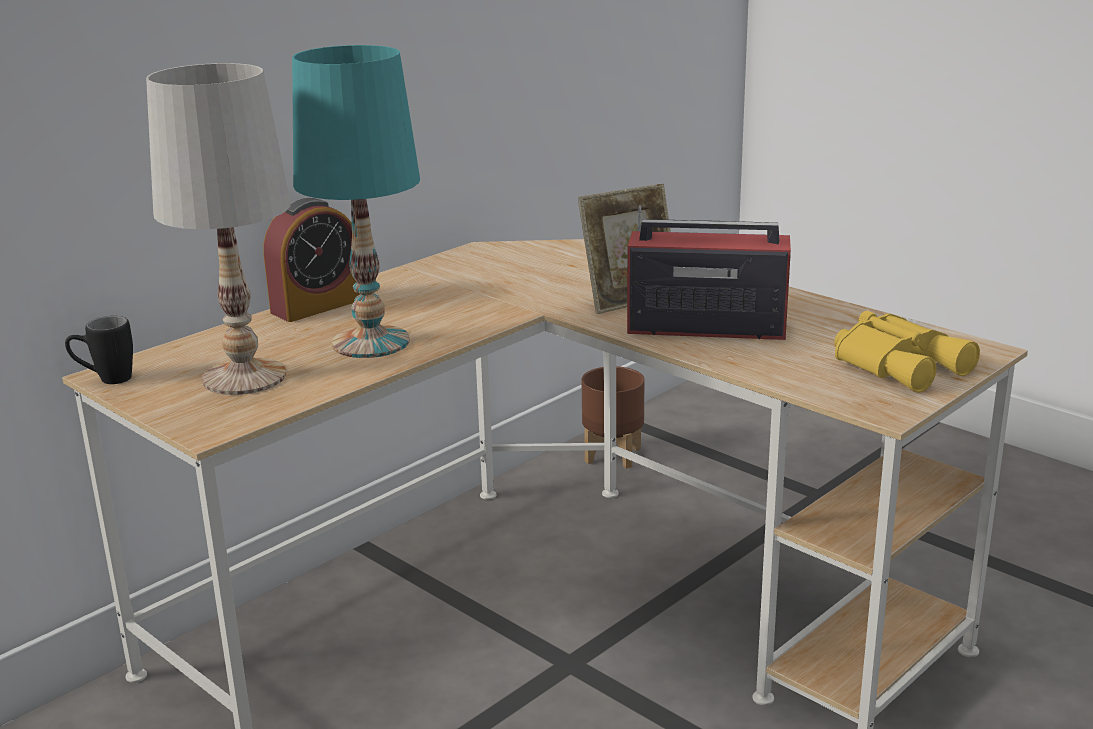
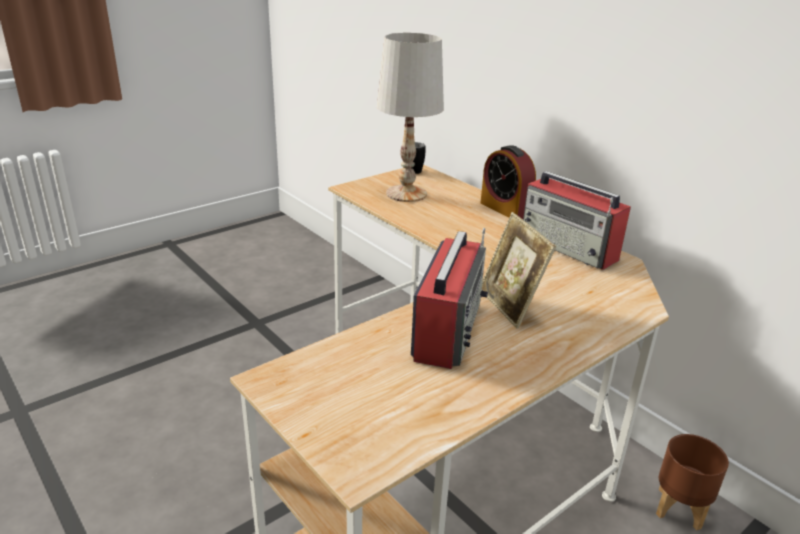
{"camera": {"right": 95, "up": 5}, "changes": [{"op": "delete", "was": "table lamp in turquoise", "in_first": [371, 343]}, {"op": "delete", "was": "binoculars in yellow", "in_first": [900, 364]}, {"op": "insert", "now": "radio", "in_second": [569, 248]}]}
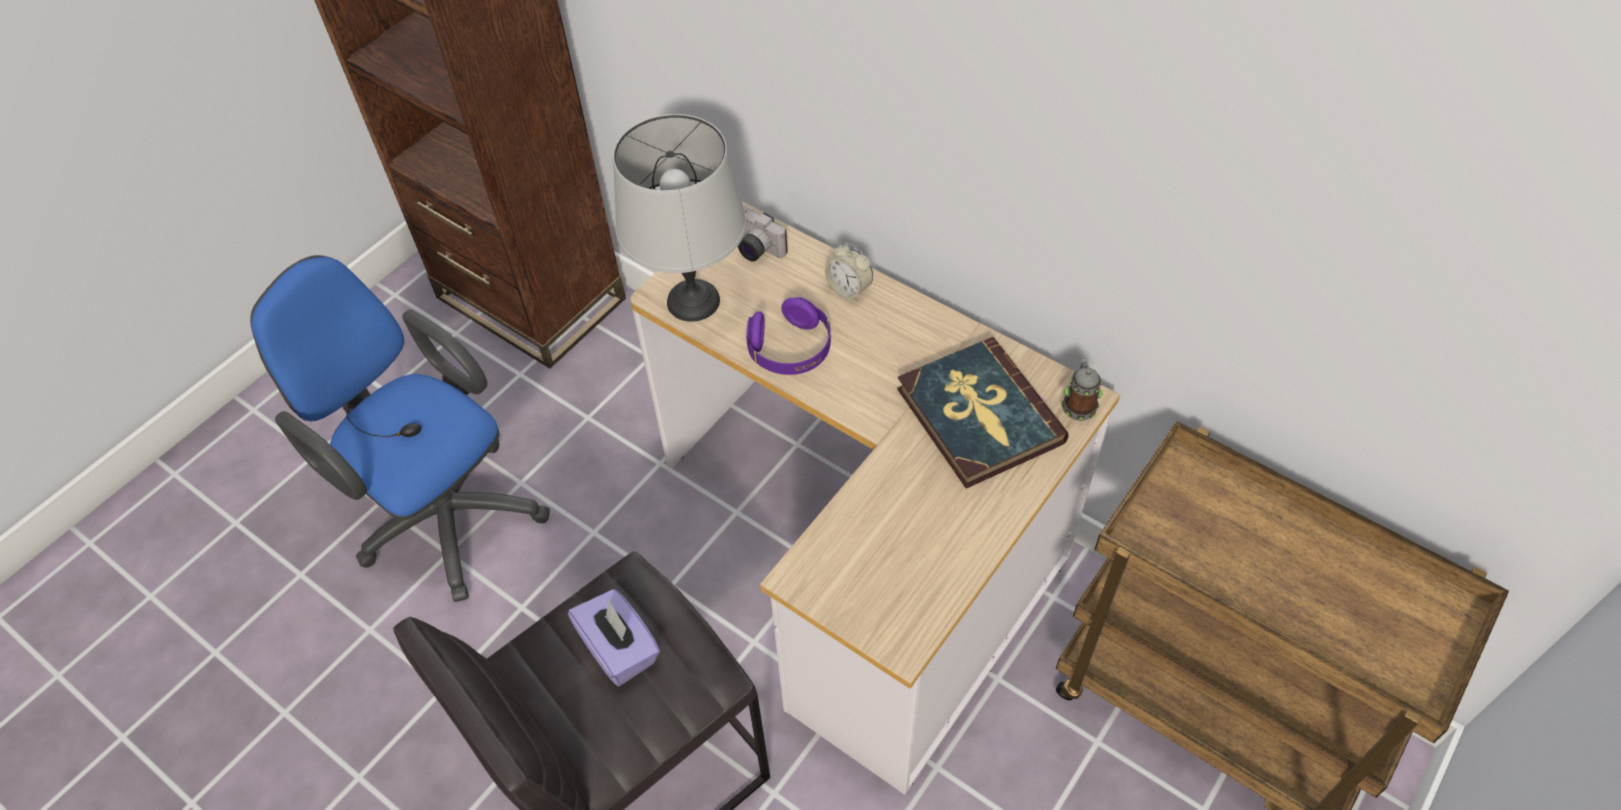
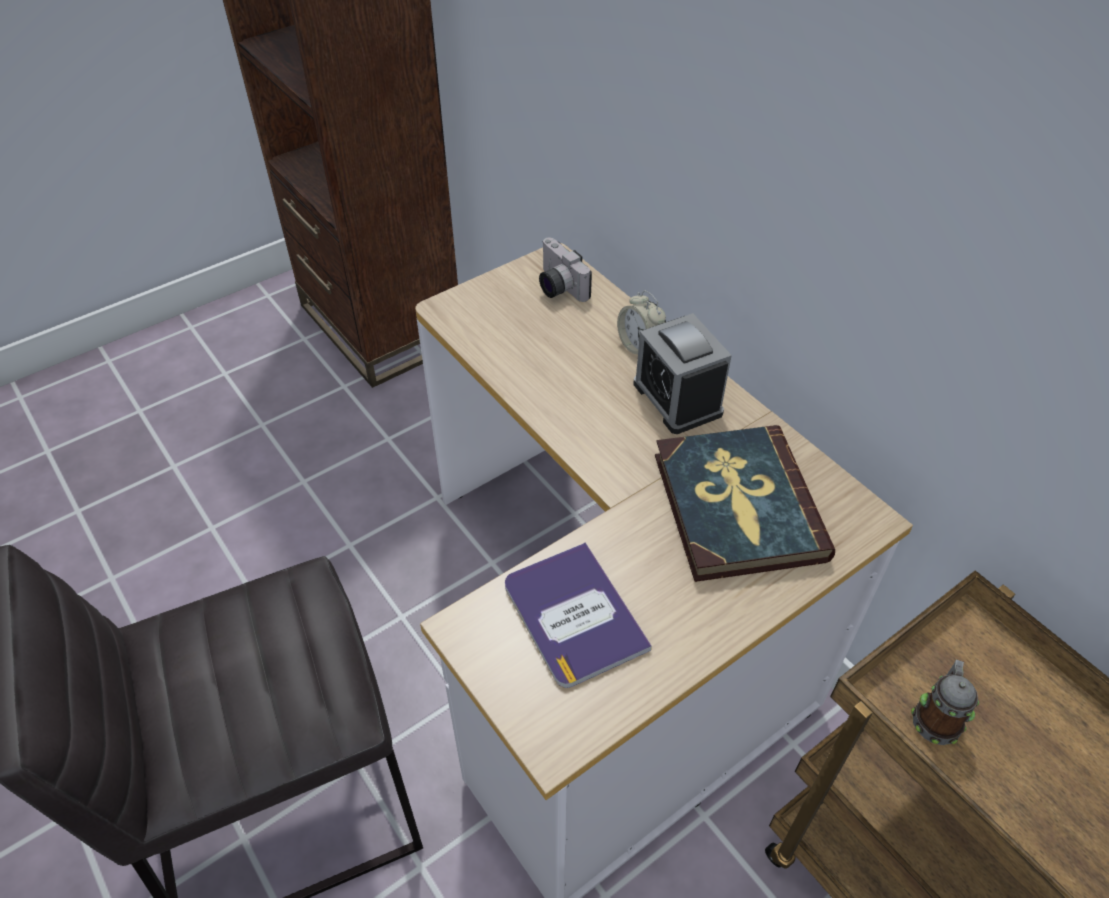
{"camera": {"right": 15, "up": -5}, "changes": [{"op": "delete", "was": "office chair in blue", "in_first": [444, 511]}, {"op": "delete", "was": "tissue box in purple", "in_first": [620, 649]}, {"op": "delete", "was": "table lamp in grey", "in_first": [692, 302]}, {"op": "delete", "was": "headphones in purple", "in_first": [790, 350]}, {"op": "move", "was": "mug", "in_first": [1079, 403], "in_second": [937, 717]}, {"op": "insert", "now": "book", "in_second": [574, 615]}, {"op": "insert", "now": "alarm clock", "in_second": [677, 398]}]}
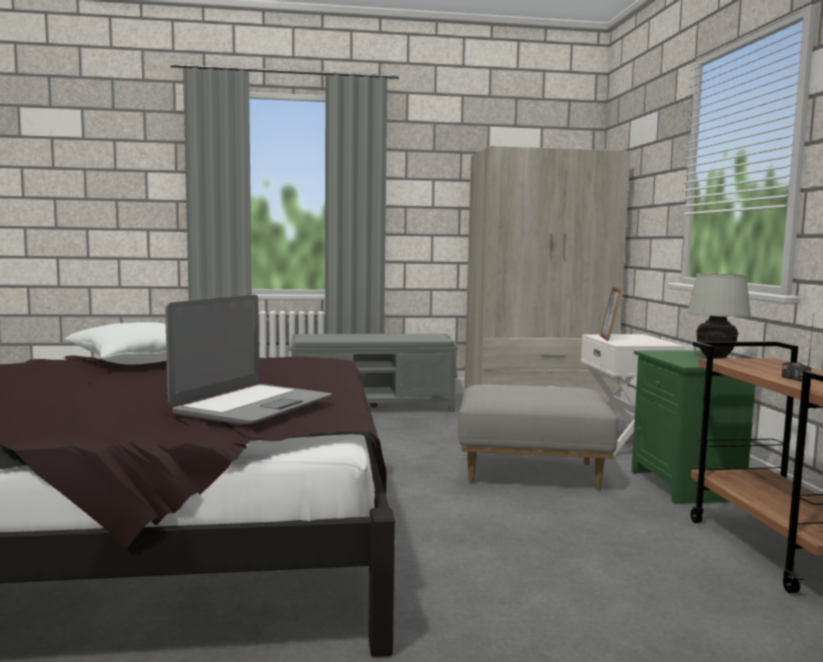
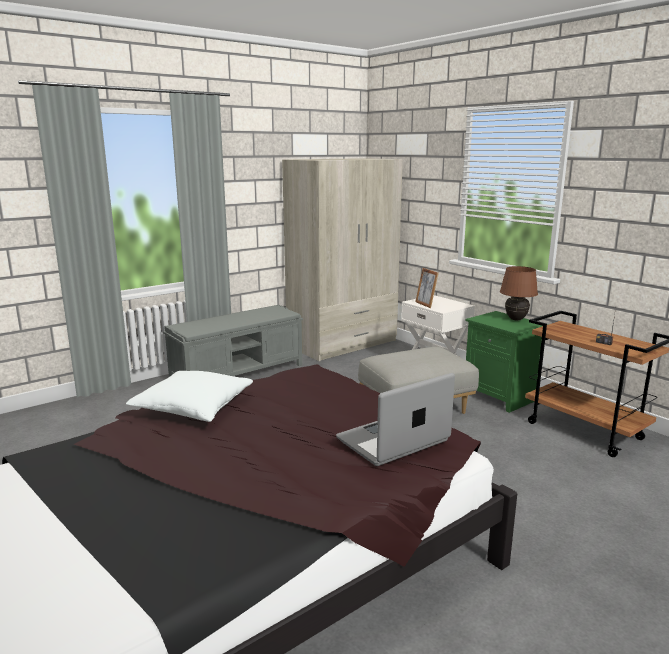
{"camera": {"right": -30, "up": 10}, "changes": [{"op": "rotate", "was": "laptop", "in_first": [252, 406], "in_second": [393, 441], "clockwise": -120}, {"op": "recolor", "was": "table lamp in white", "now": "table lamp in brown", "in_first": [714, 358], "in_second": [516, 319]}]}
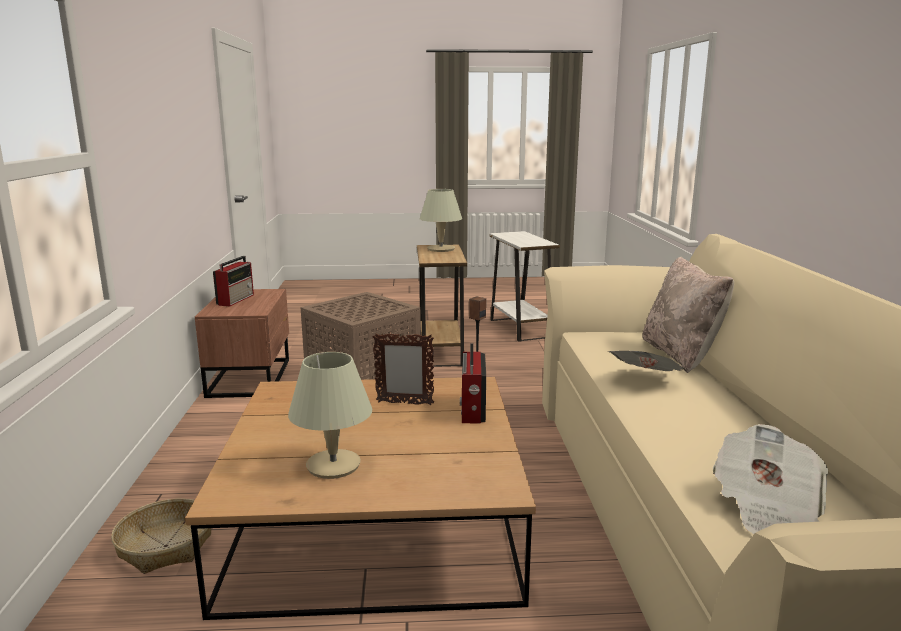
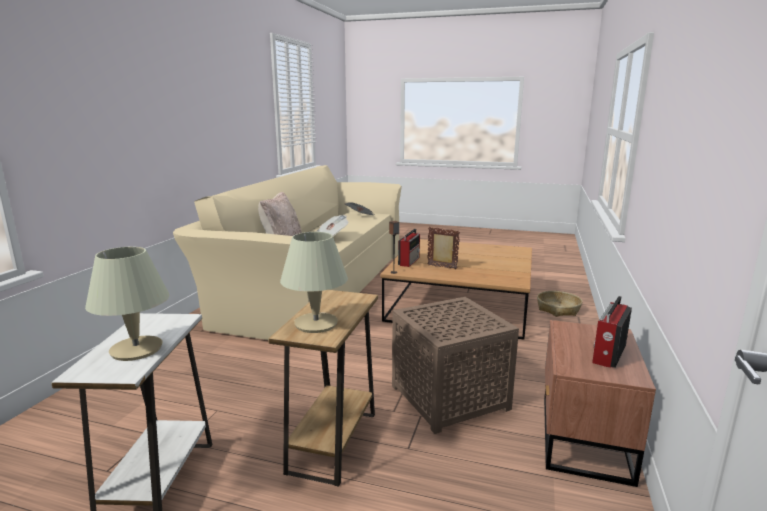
{"camera": {"right": -160, "up": 0}, "changes": [{"op": "move", "was": "table lamp in beige", "in_first": [334, 465], "in_second": [136, 349]}]}
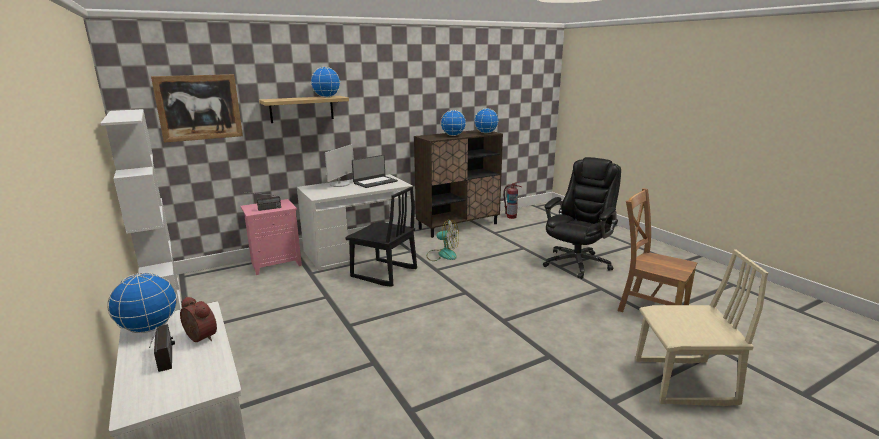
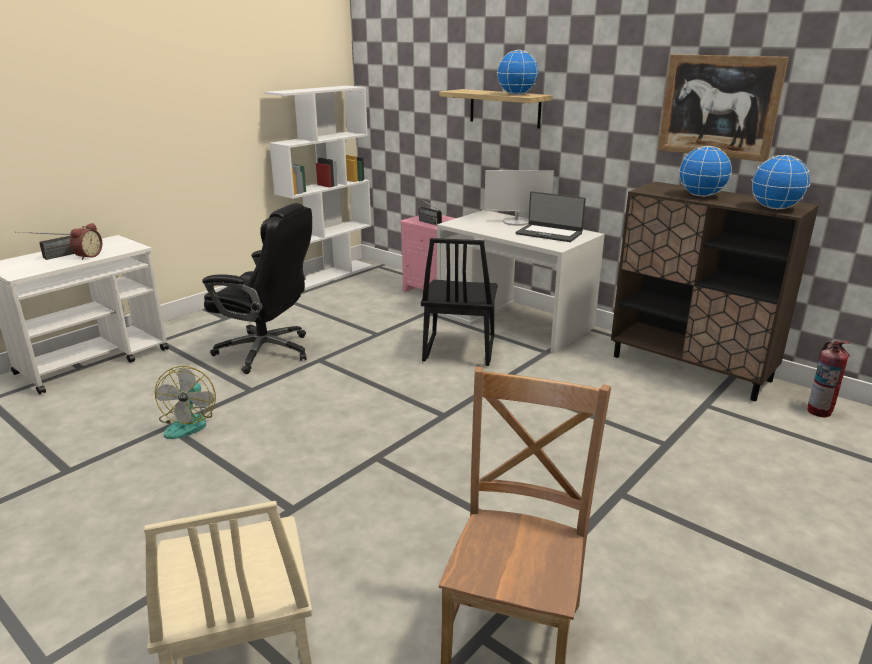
{"camera": {"right": 70, "up": 5}, "changes": [{"op": "delete", "was": "globe", "in_first": [150, 328]}, {"op": "move", "was": "picture", "in_first": [199, 107], "in_second": [718, 106]}, {"op": "move", "was": "fan", "in_first": [442, 254], "in_second": [189, 423]}, {"op": "move", "was": "office chair in black", "in_first": [577, 263], "in_second": [267, 351]}]}
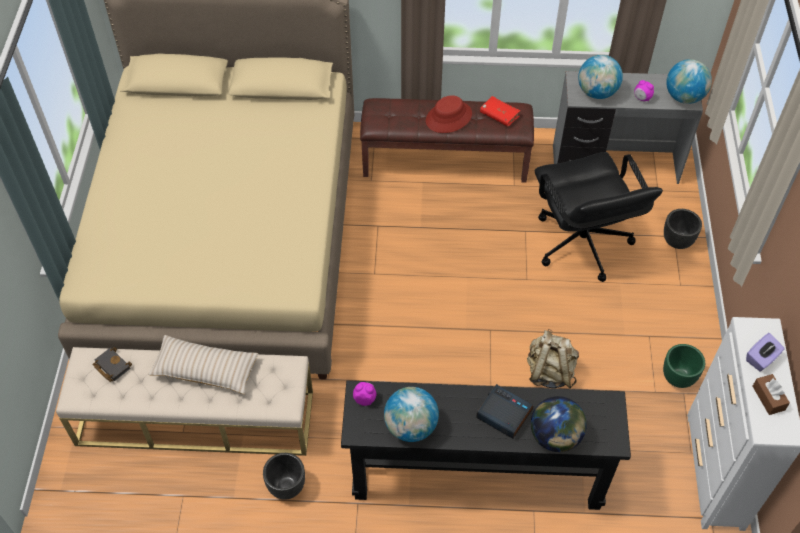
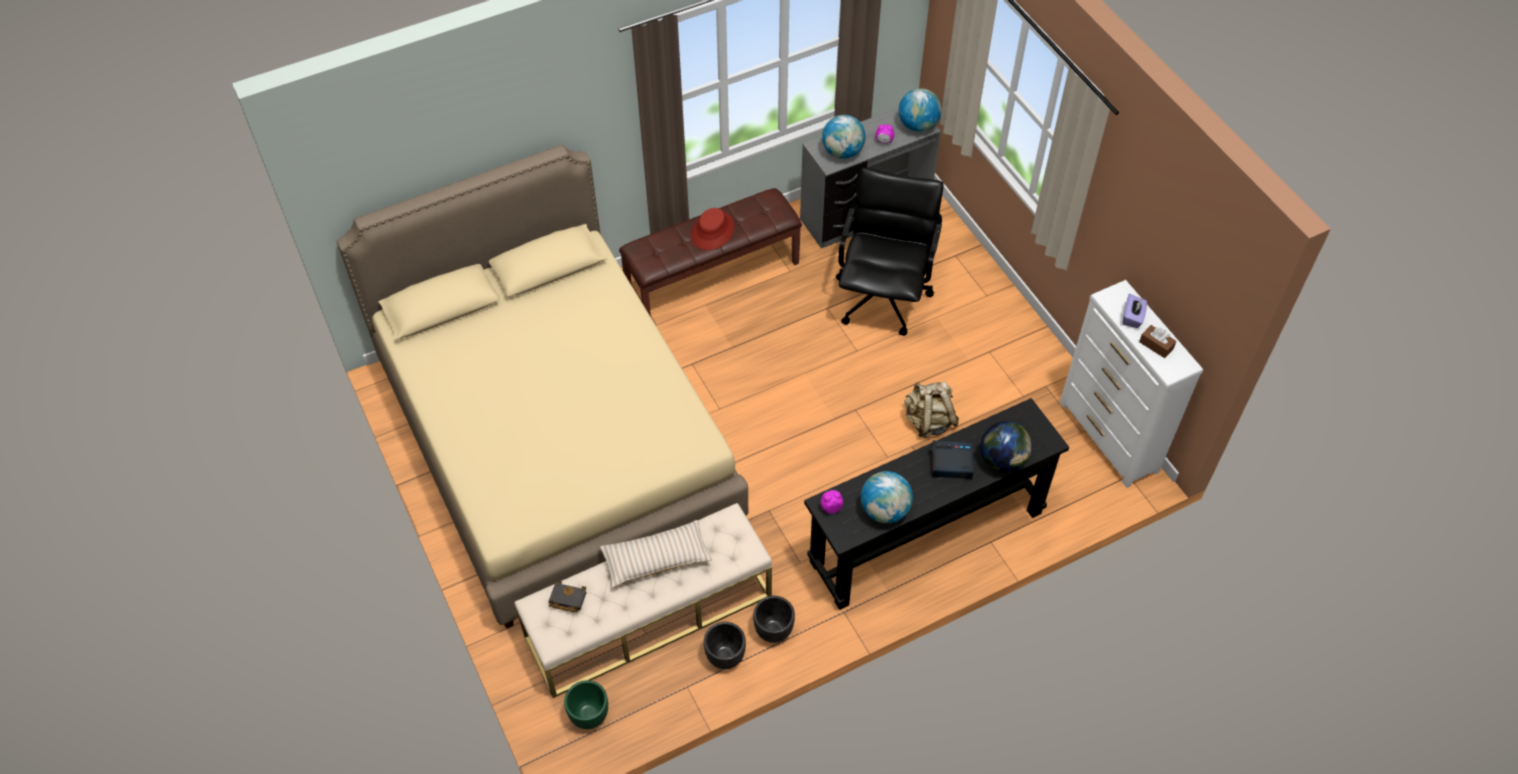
{"camera": {"right": -30, "up": 0}, "changes": [{"op": "delete", "was": "book in red", "in_first": [499, 115]}, {"op": "rotate", "was": "office chair in black", "in_first": [581, 244], "in_second": [883, 297], "clockwise": -120}, {"op": "move", "was": "planter in green", "in_first": [677, 378], "in_second": [588, 716]}, {"op": "move", "was": "planter in black", "in_first": [676, 241], "in_second": [724, 657]}]}
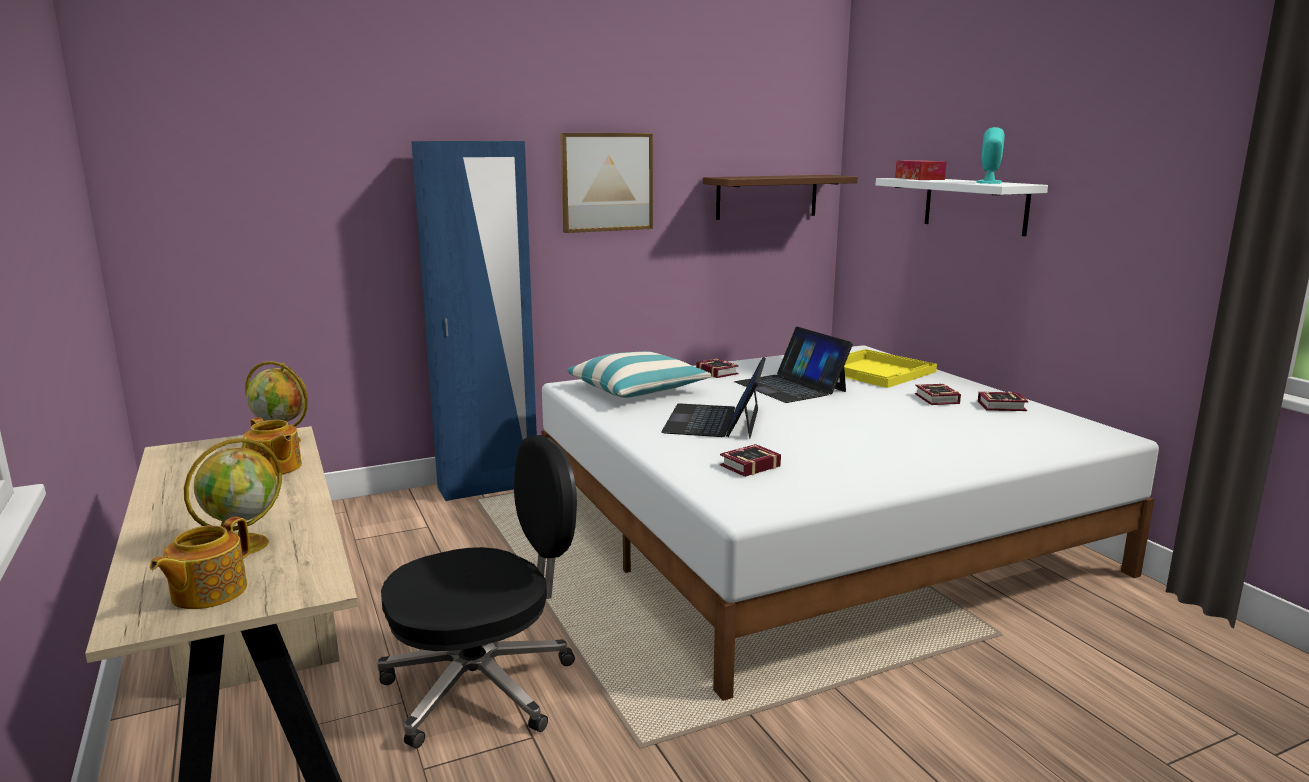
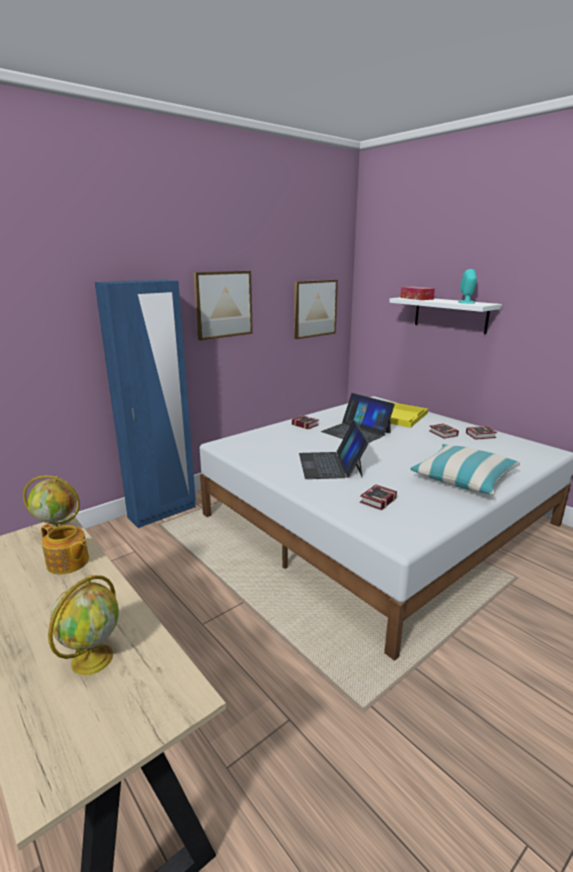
{"camera": {"right": -15, "up": 5}, "changes": [{"op": "delete", "was": "teapot", "in_first": [207, 592]}, {"op": "delete", "was": "office chair in black", "in_first": [483, 686]}, {"op": "move", "was": "pillow", "in_first": [637, 390], "in_second": [463, 478]}, {"op": "replace", "was": "shelf in brown", "now": "picture", "in_first": [767, 196], "in_second": [314, 308]}]}
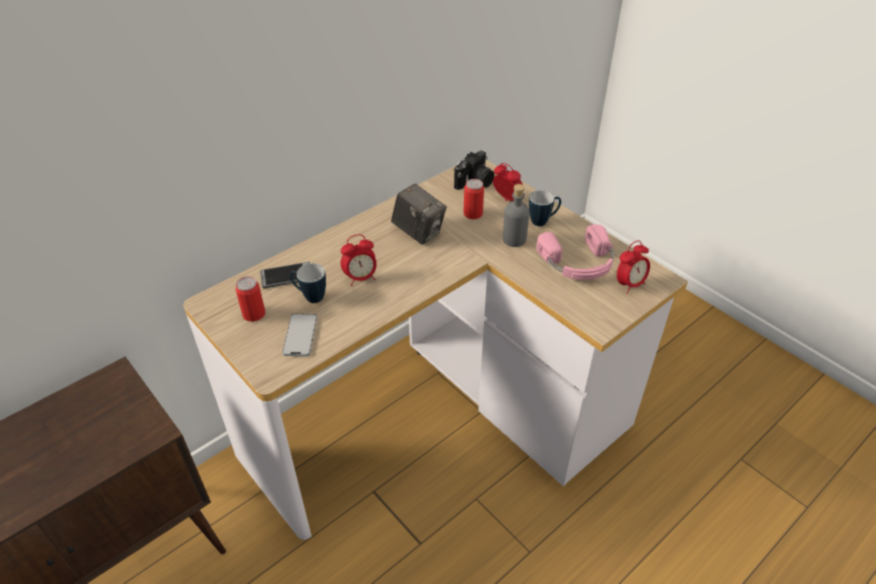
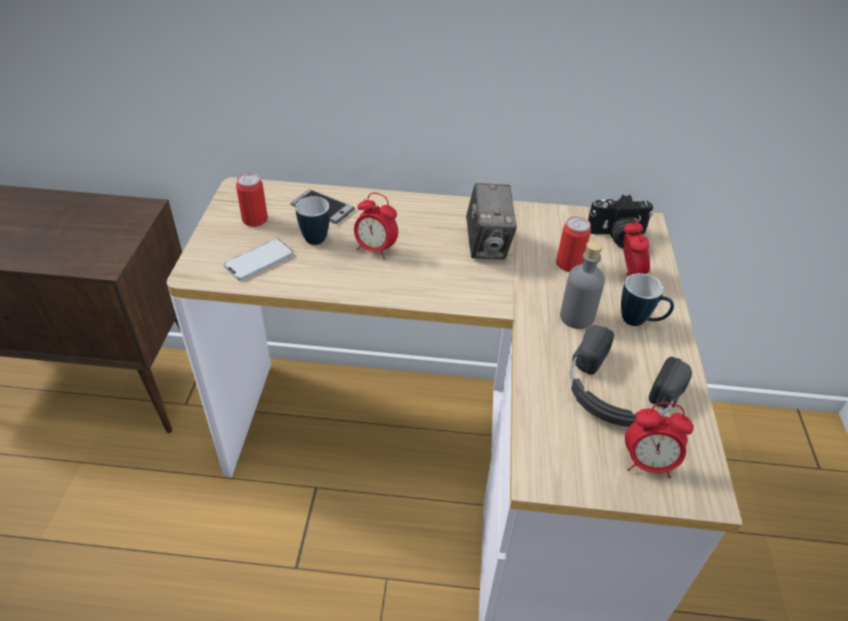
{"camera": {"right": 45, "up": 0}, "changes": [{"op": "recolor", "was": "headphones in pink", "now": "headphones in black", "in_first": [579, 262], "in_second": [617, 392]}]}
